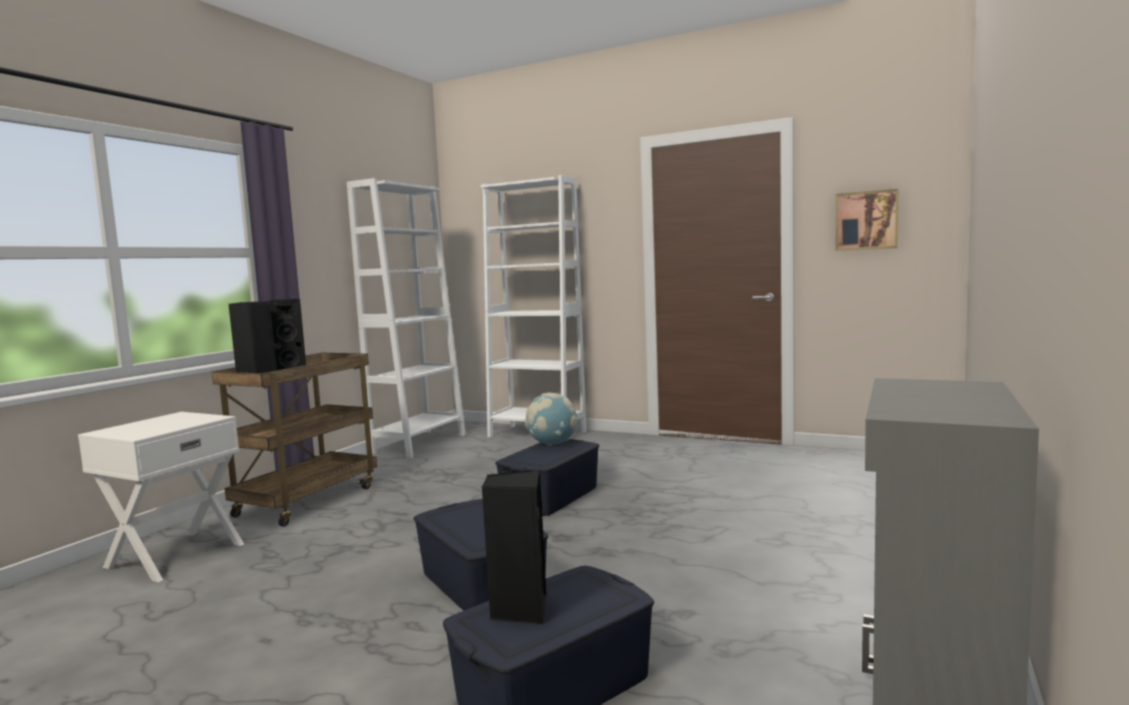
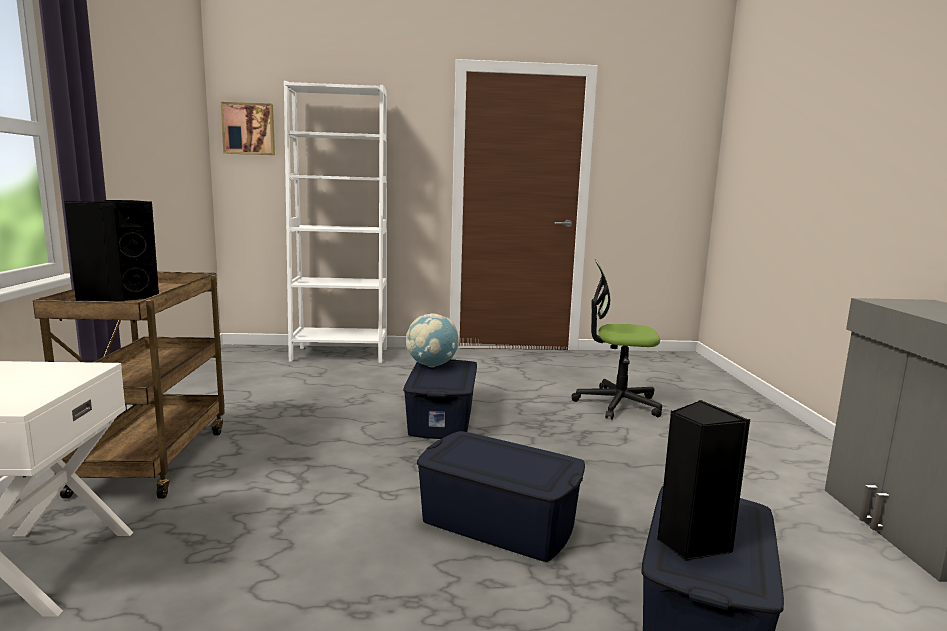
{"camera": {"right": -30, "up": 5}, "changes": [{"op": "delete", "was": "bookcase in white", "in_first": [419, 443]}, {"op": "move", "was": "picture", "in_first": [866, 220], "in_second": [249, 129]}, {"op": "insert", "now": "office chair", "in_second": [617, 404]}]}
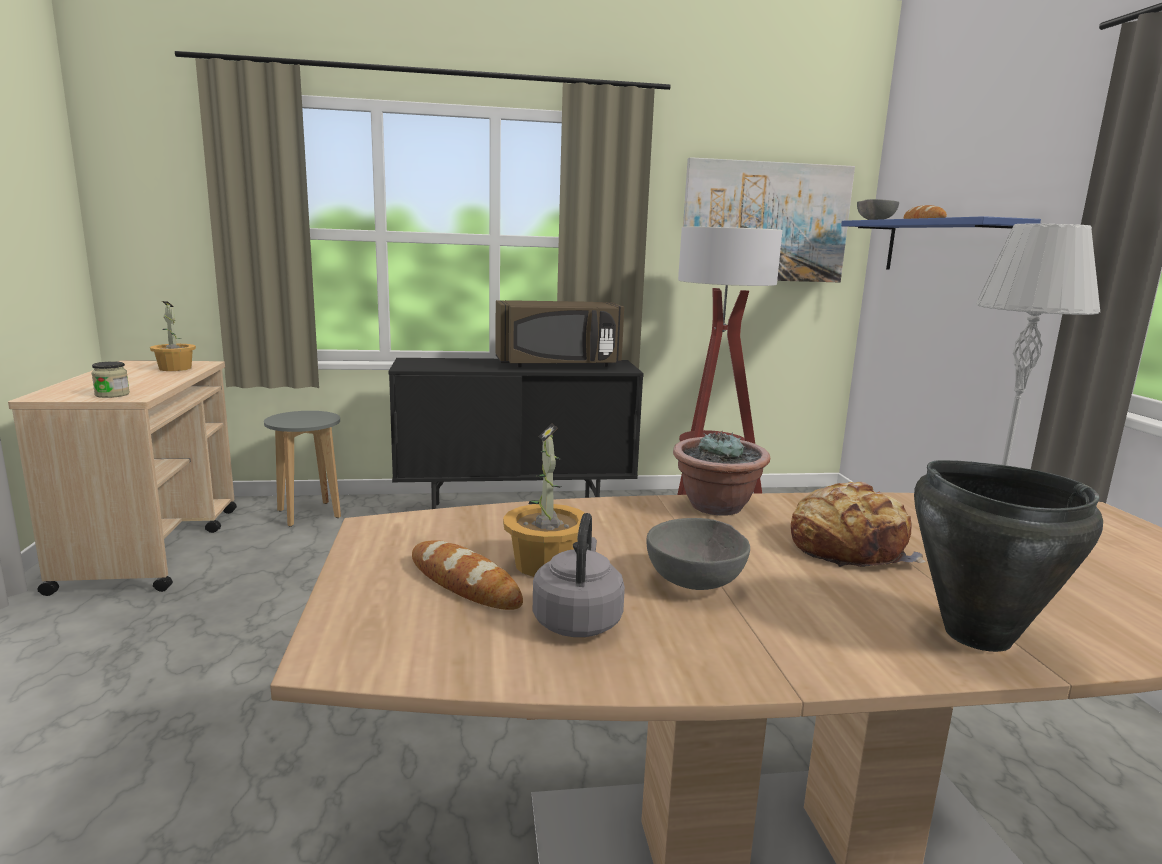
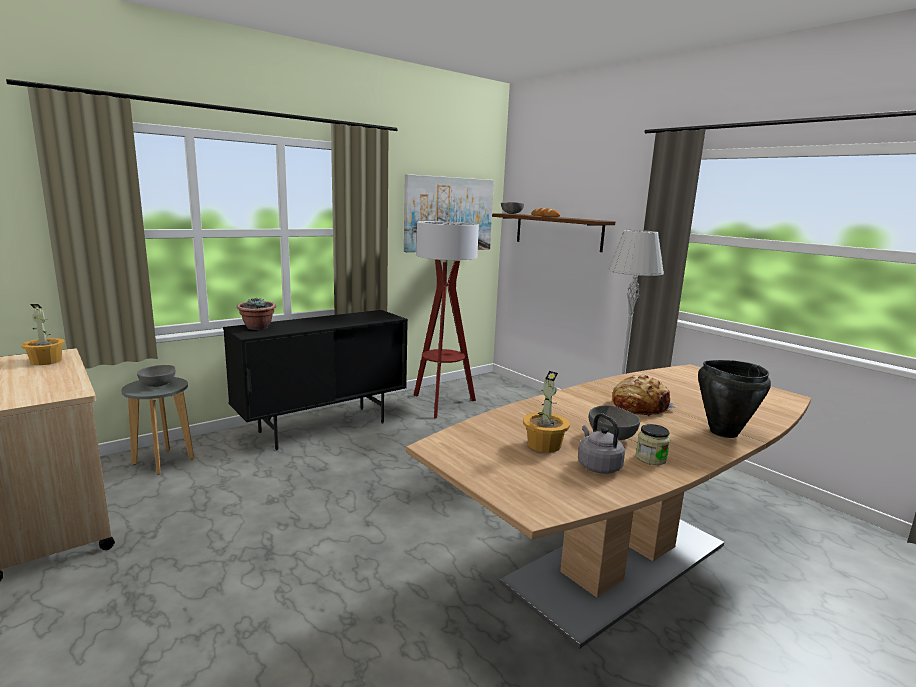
{"camera": {"right": -30, "up": 0}, "changes": [{"op": "move", "was": "jar", "in_first": [112, 394], "in_second": [651, 458]}, {"op": "delete", "was": "bread", "in_first": [464, 583]}, {"op": "delete", "was": "microwave in brown", "in_first": [559, 364]}, {"op": "move", "was": "potted plant", "in_first": [716, 507], "in_second": [258, 327]}, {"op": "recolor", "was": "shelf in blue", "now": "shelf in brown", "in_first": [946, 247], "in_second": [558, 231]}, {"op": "insert", "now": "bowl in grey", "in_second": [159, 385]}]}
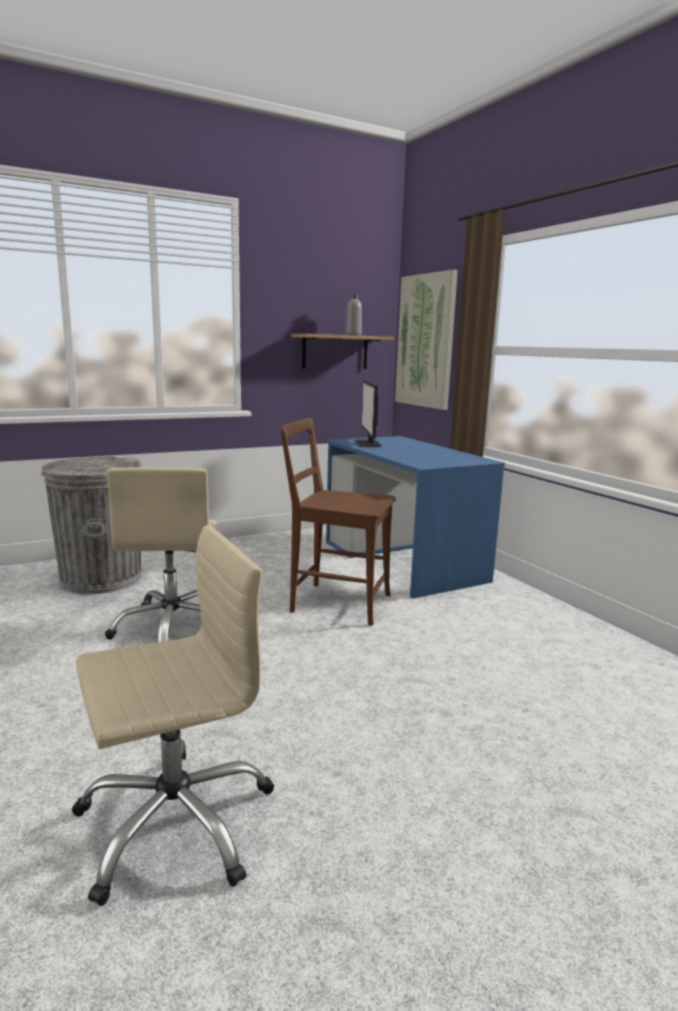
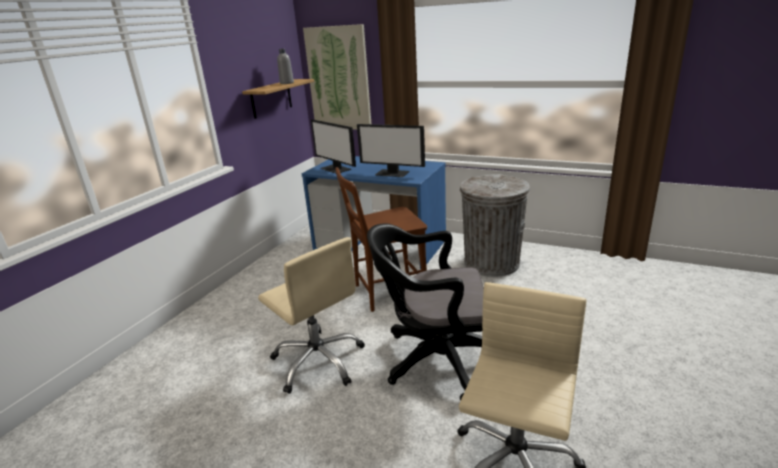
{"camera": {"right": -35, "up": 10}, "changes": [{"op": "move", "was": "trash can in grey", "in_first": [101, 579], "in_second": [491, 263]}, {"op": "insert", "now": "monitor", "in_second": [393, 173]}, {"op": "insert", "now": "office chair in black", "in_second": [435, 360]}]}
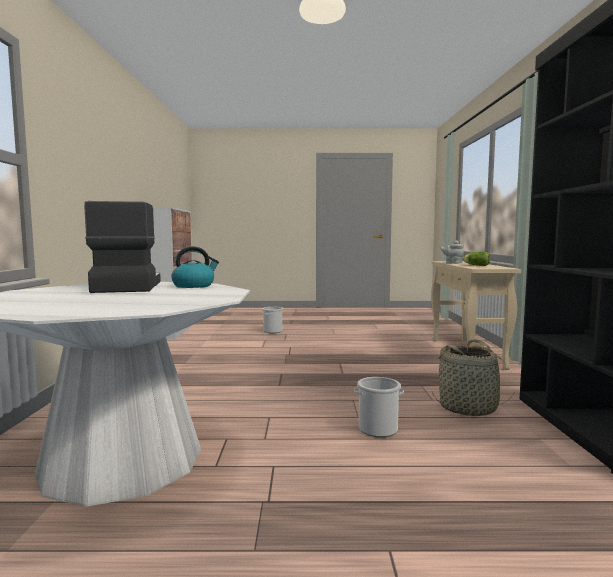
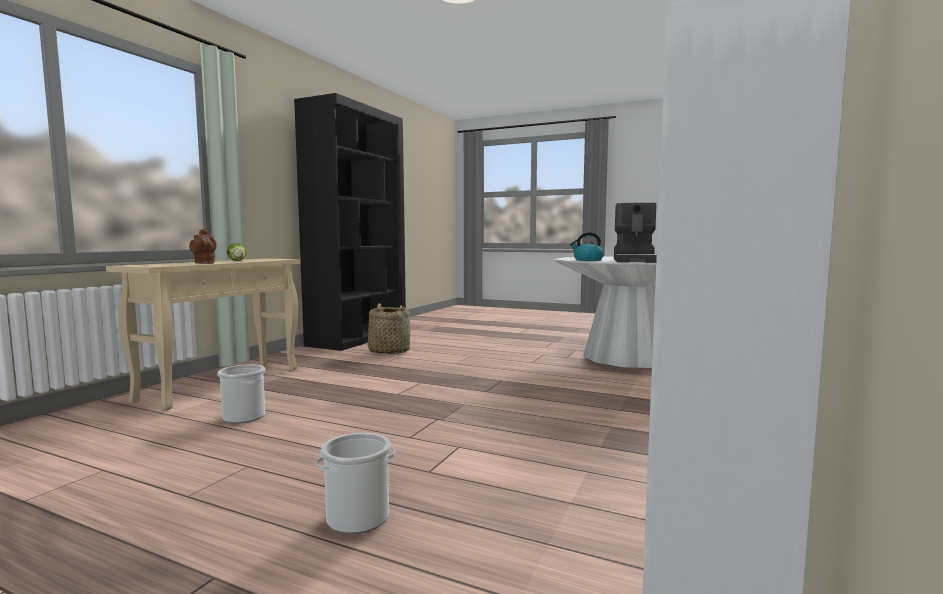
{"camera": {"right": -155, "up": 0}, "changes": [{"op": "move", "was": "bucket", "in_first": [378, 429], "in_second": [243, 417]}, {"op": "recolor", "was": "teapot in grey", "now": "teapot in brown", "in_first": [452, 263], "in_second": [204, 263]}]}
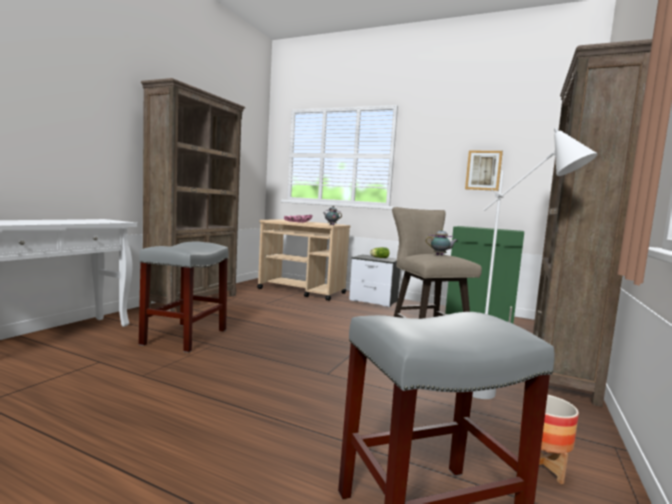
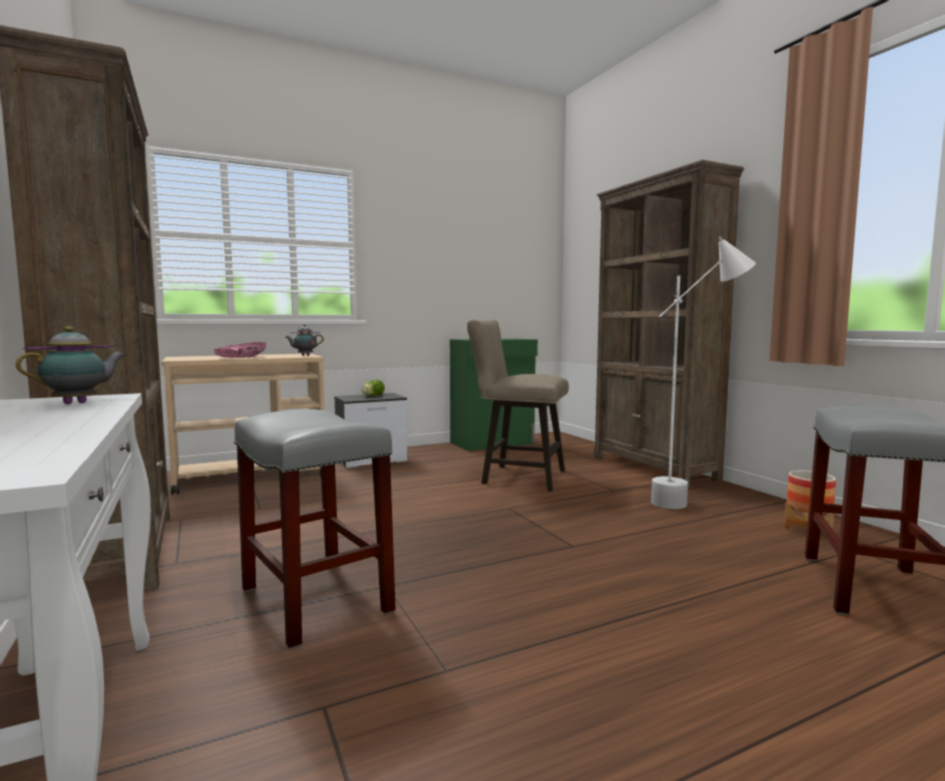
{"camera": {"right": -50, "up": 0}, "changes": [{"op": "move", "was": "teapot", "in_first": [440, 255], "in_second": [79, 403]}, {"op": "delete", "was": "picture", "in_first": [483, 170]}]}
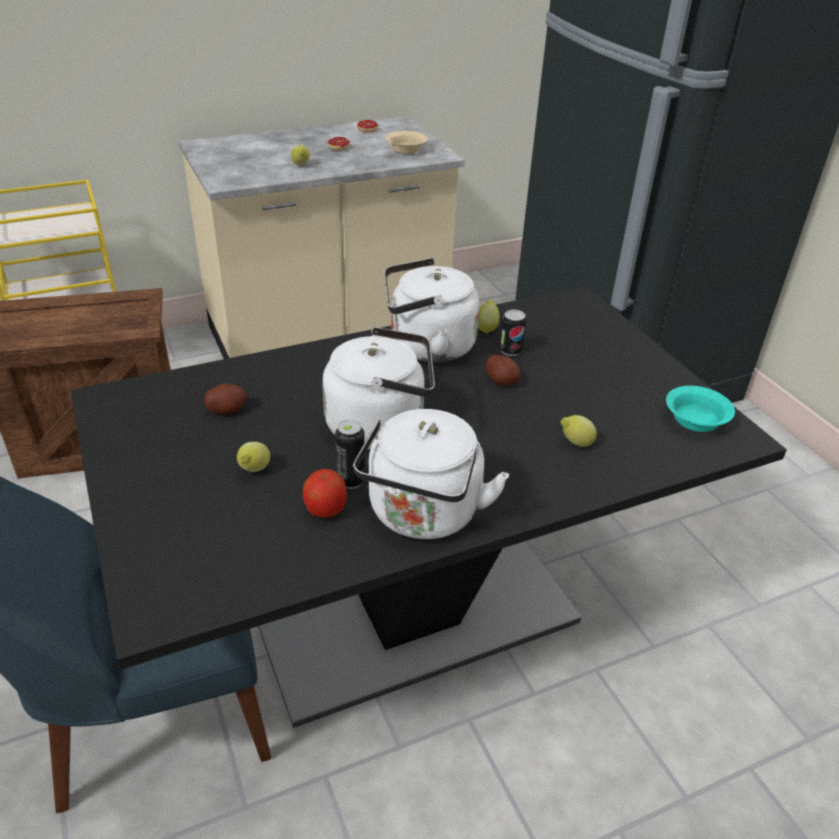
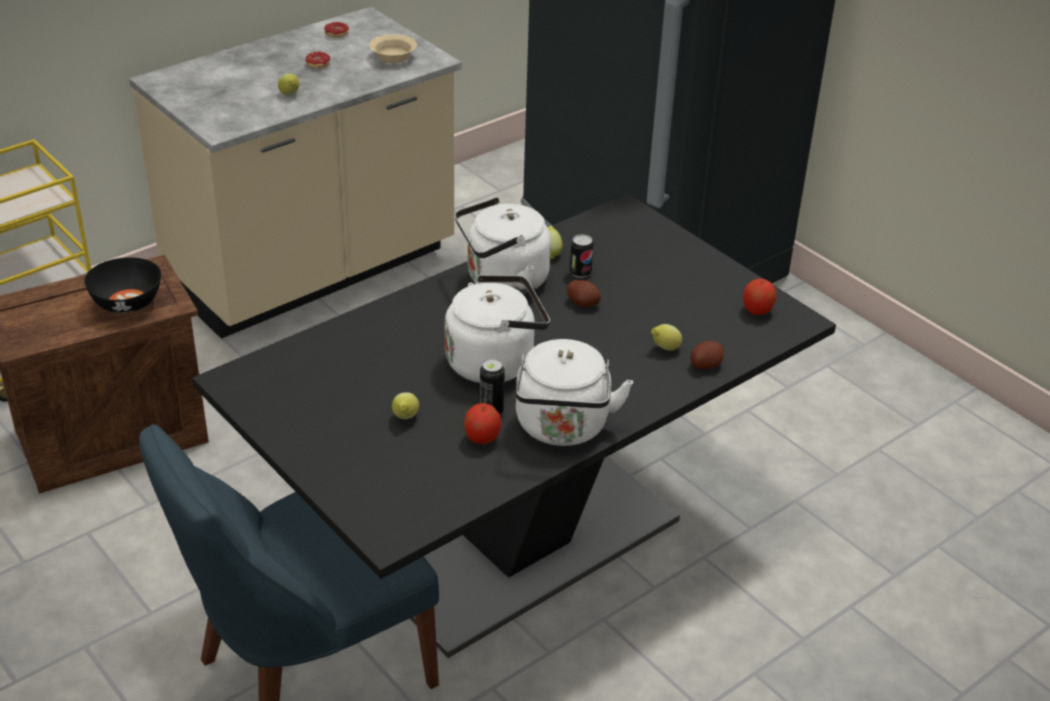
{"camera": {"right": -15, "up": 0}, "changes": [{"op": "move", "was": "potato", "in_first": [227, 409], "in_second": [705, 364]}, {"op": "replace", "was": "bowl in turquoise", "now": "apple", "in_first": [694, 419], "in_second": [757, 310]}, {"op": "insert", "now": "bowl in black", "in_second": [126, 303]}]}
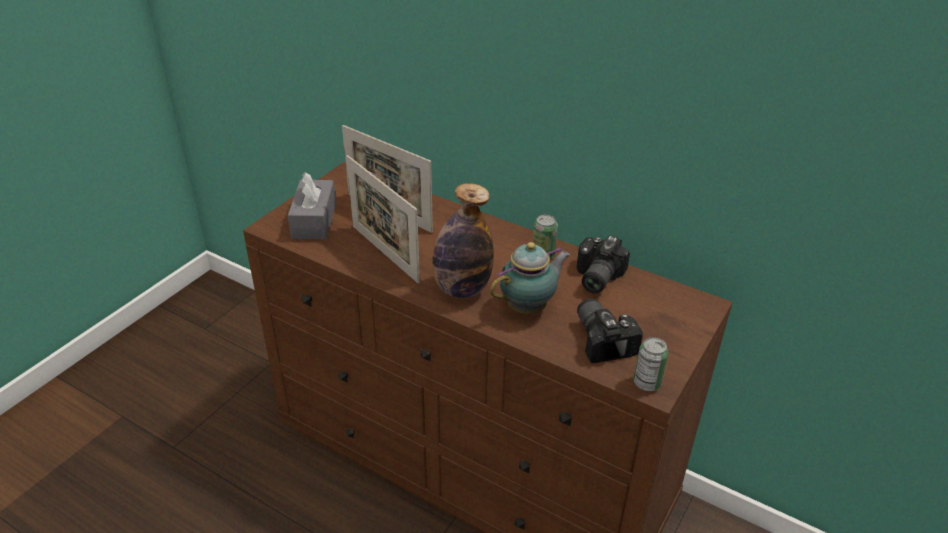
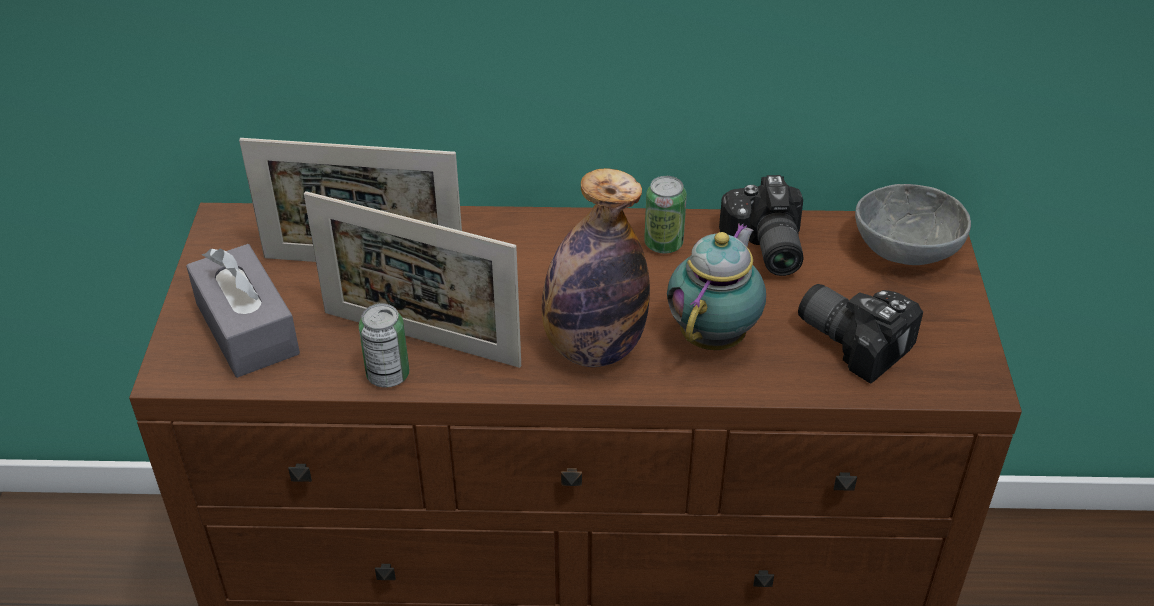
{"camera": {"right": -30, "up": 5}, "changes": [{"op": "move", "was": "can", "in_first": [647, 383], "in_second": [388, 375]}, {"op": "insert", "now": "bowl in grey", "in_second": [904, 248]}]}
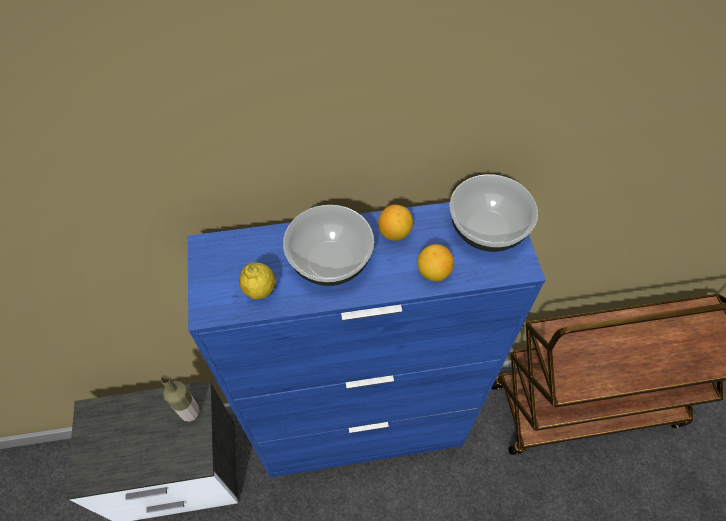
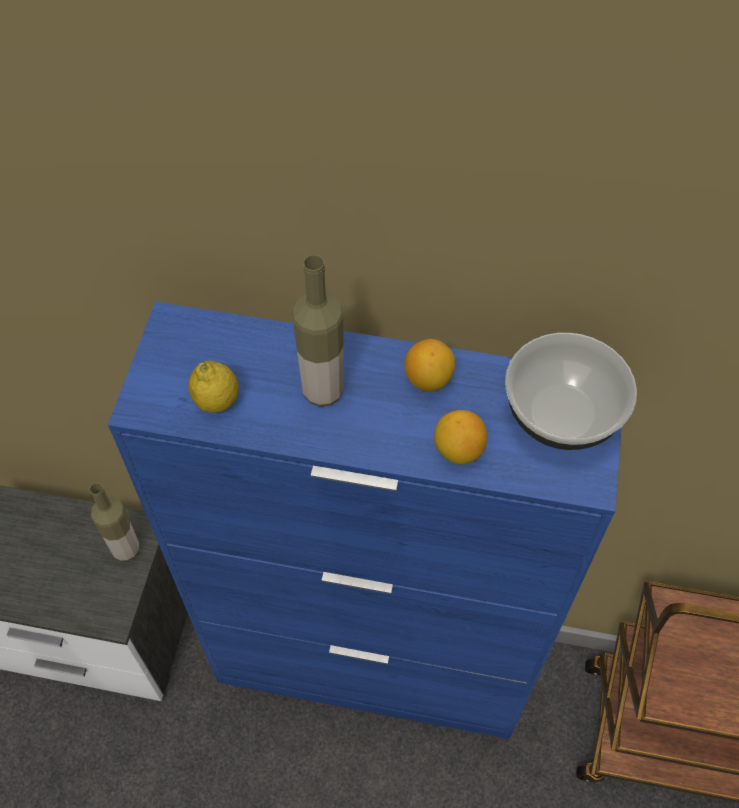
{"camera": {"right": 20, "up": 0}, "changes": [{"op": "replace", "was": "bowl", "now": "bottle", "in_first": [329, 261], "in_second": [323, 391]}]}
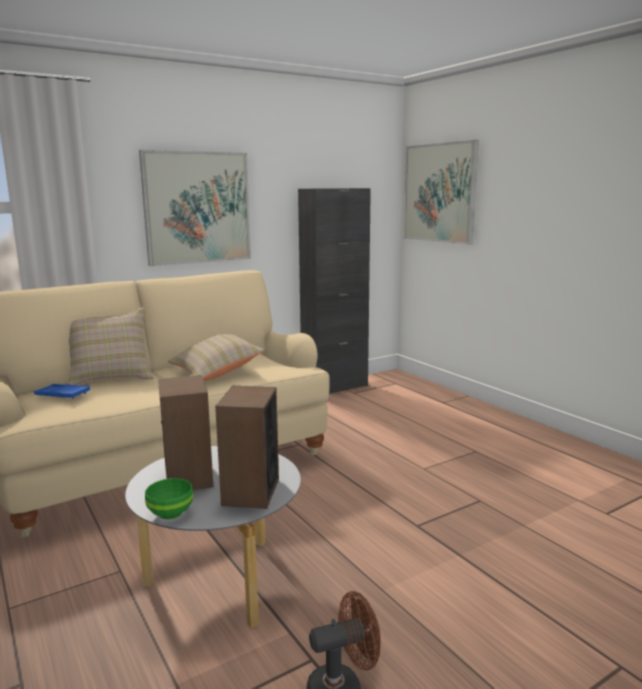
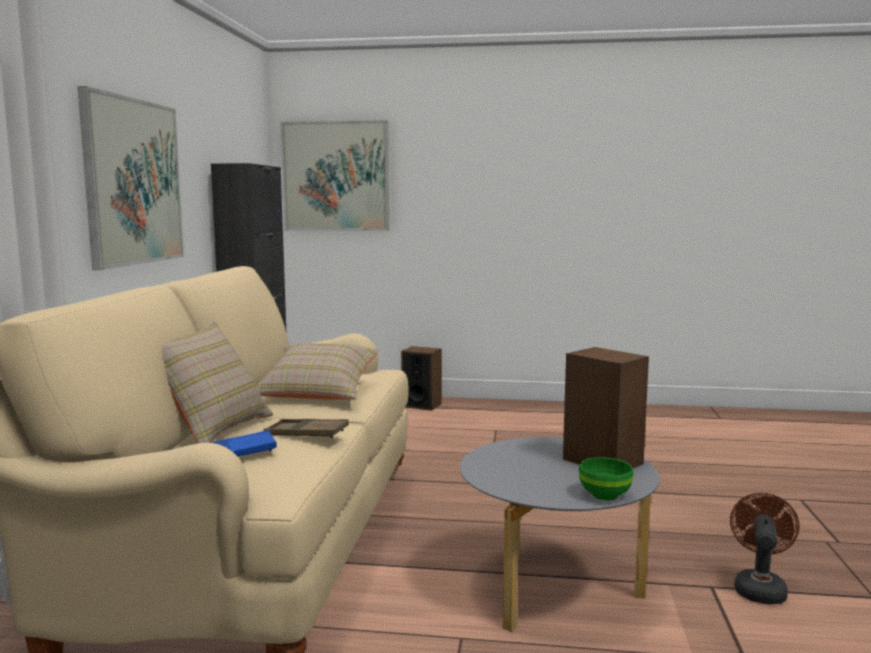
{"camera": {"right": -50, "up": -5}, "changes": [{"op": "move", "was": "speaker", "in_first": [189, 477], "in_second": [421, 405]}, {"op": "insert", "now": "tray in brown", "in_second": [306, 434]}]}
